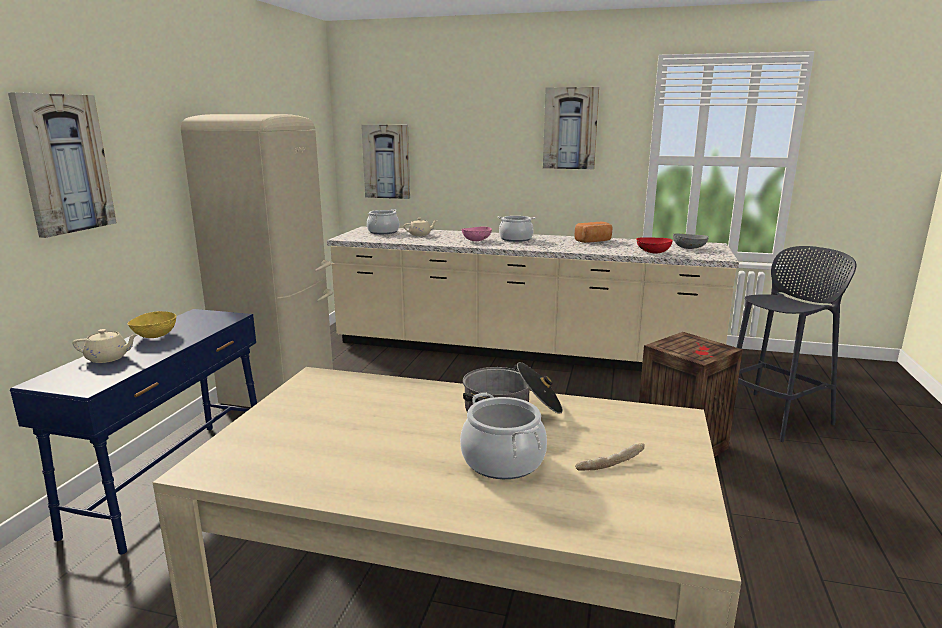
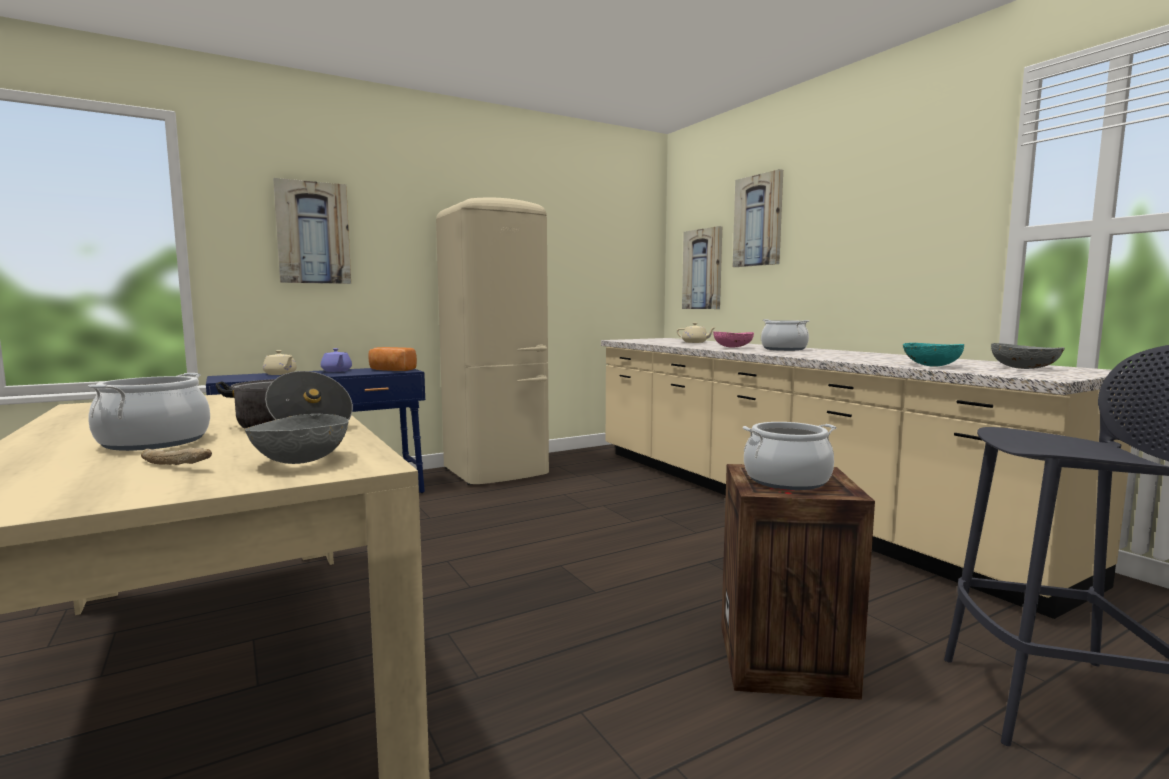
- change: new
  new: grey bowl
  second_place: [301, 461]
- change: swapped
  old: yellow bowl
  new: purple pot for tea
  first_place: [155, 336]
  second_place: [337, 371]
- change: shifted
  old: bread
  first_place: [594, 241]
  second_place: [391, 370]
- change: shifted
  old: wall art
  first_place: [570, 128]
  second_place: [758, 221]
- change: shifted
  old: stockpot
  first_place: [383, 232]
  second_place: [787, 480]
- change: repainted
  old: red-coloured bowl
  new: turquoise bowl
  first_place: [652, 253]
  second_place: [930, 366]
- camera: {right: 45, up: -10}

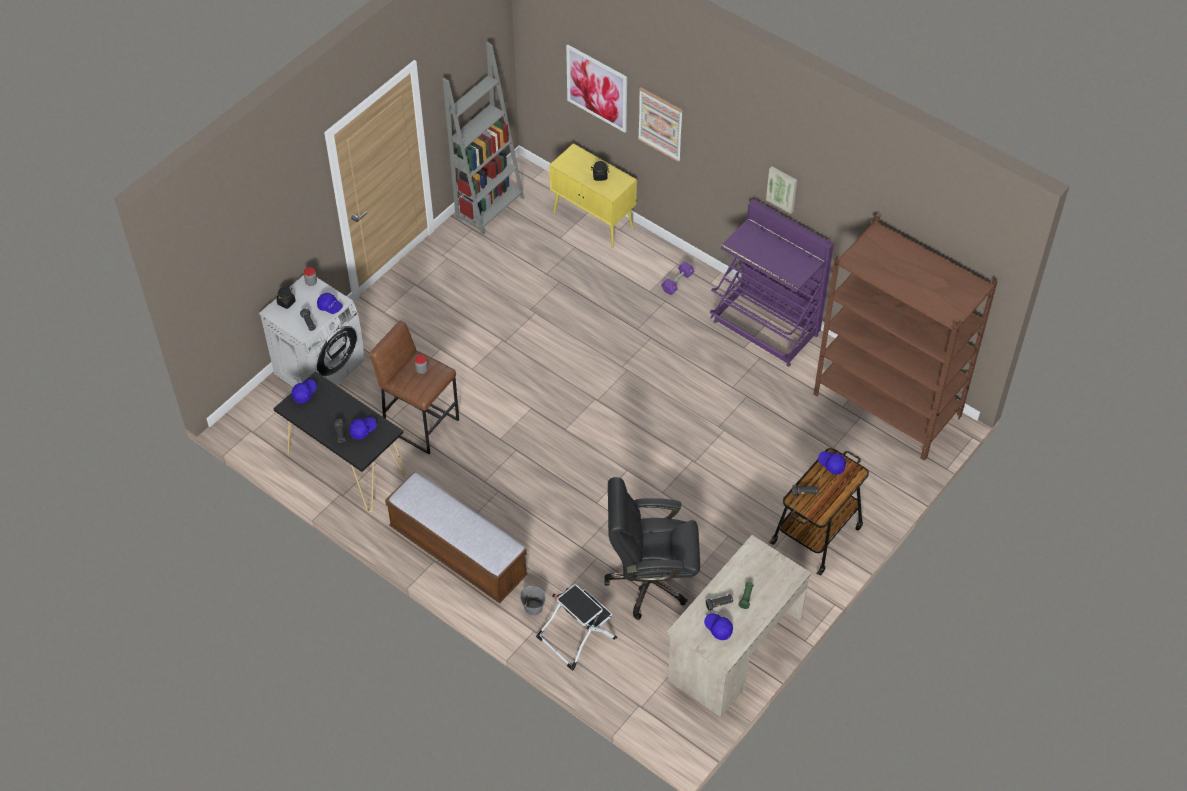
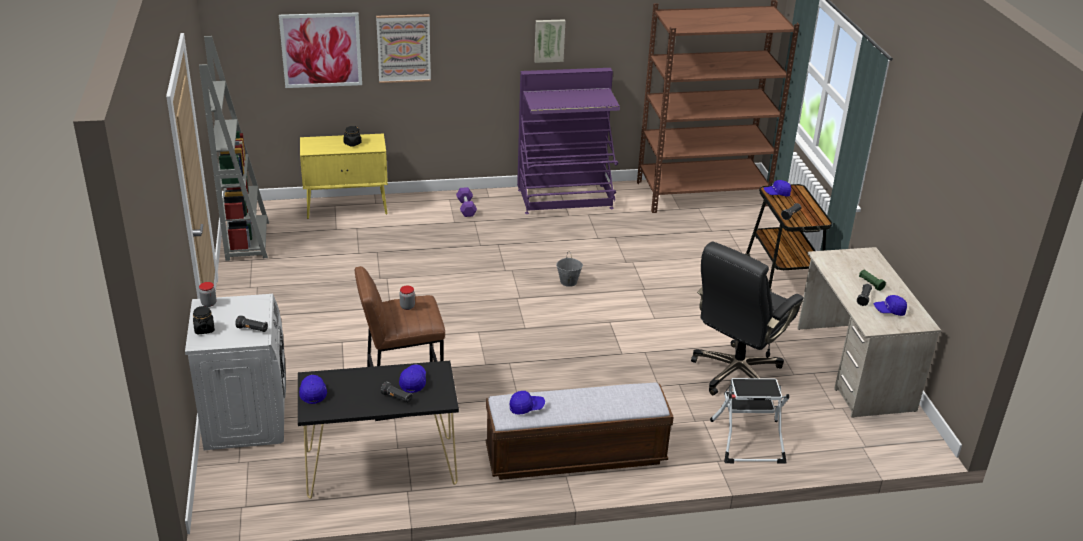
- change: shifted
  old: blue-coloured baseball cap
  first_place: [330, 307]
  second_place: [526, 407]
- change: shifted
  old: grey water bucket
  first_place: [533, 608]
  second_place: [568, 282]
- camera: {right: -50, up: -20}

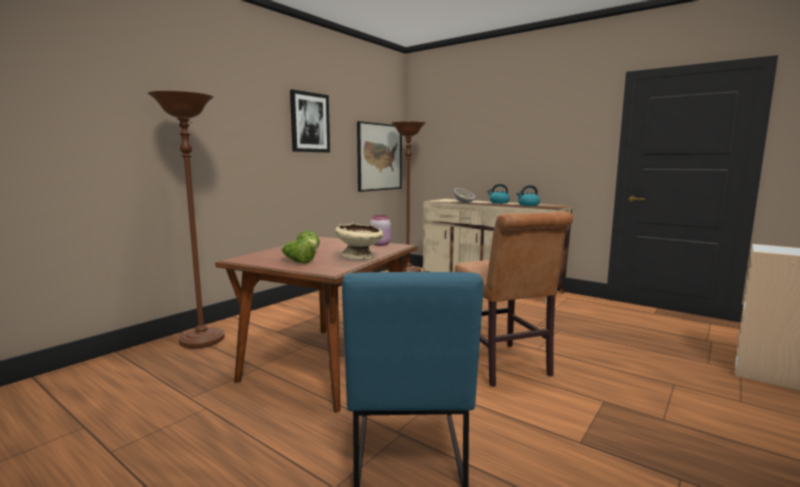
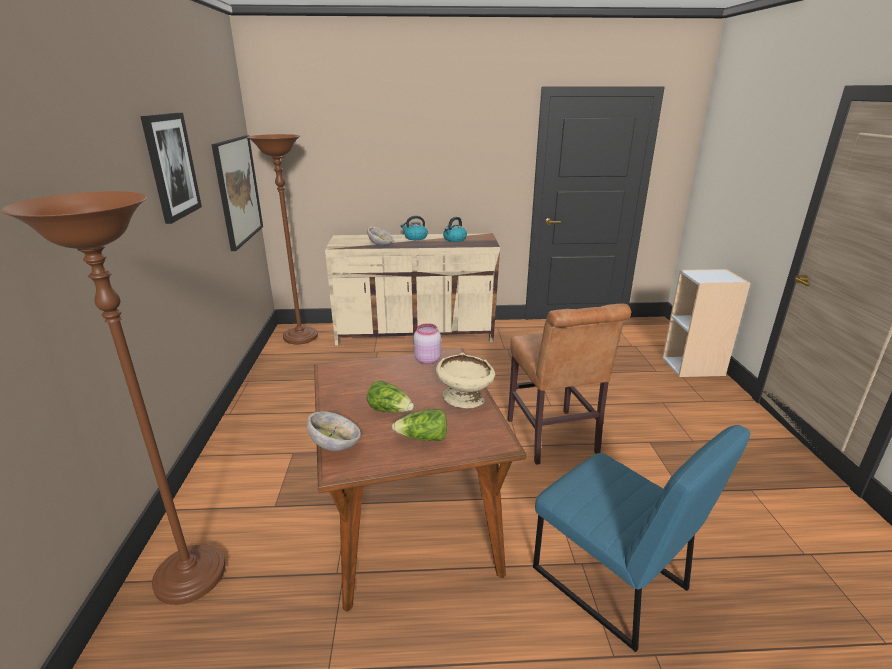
- change: new
  new: bowl
  second_place: [335, 445]
- change: rotated
  old: brownish upright chair
  first_place: [504, 367]
  second_place: [554, 439]
  degrees: 45
- camera: {right: -40, up: 15}

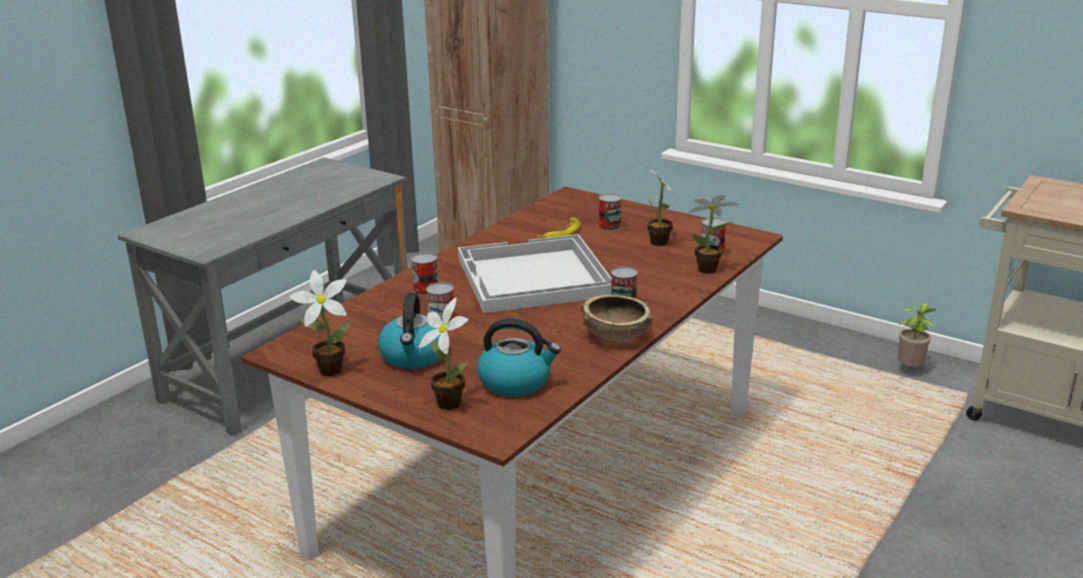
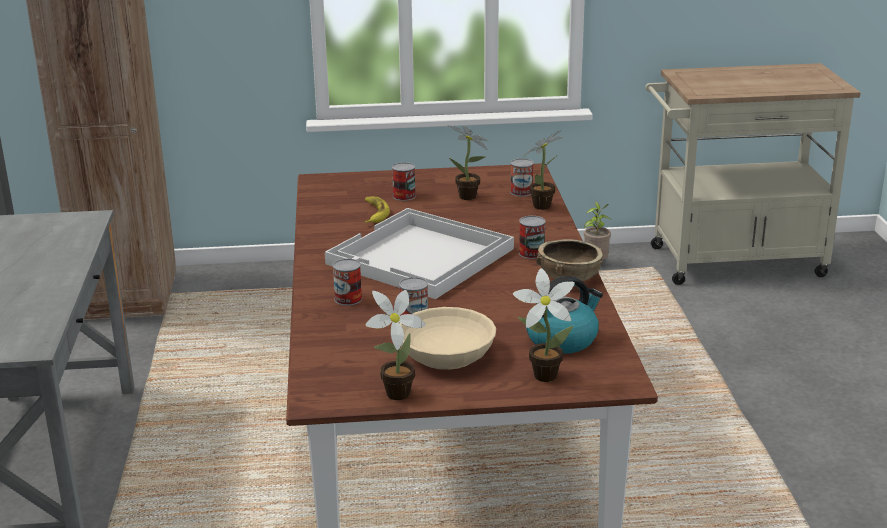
- change: swapped
  old: kettle
  new: beige bowl
  first_place: [414, 356]
  second_place: [447, 354]
- camera: {right: -40, up: 0}

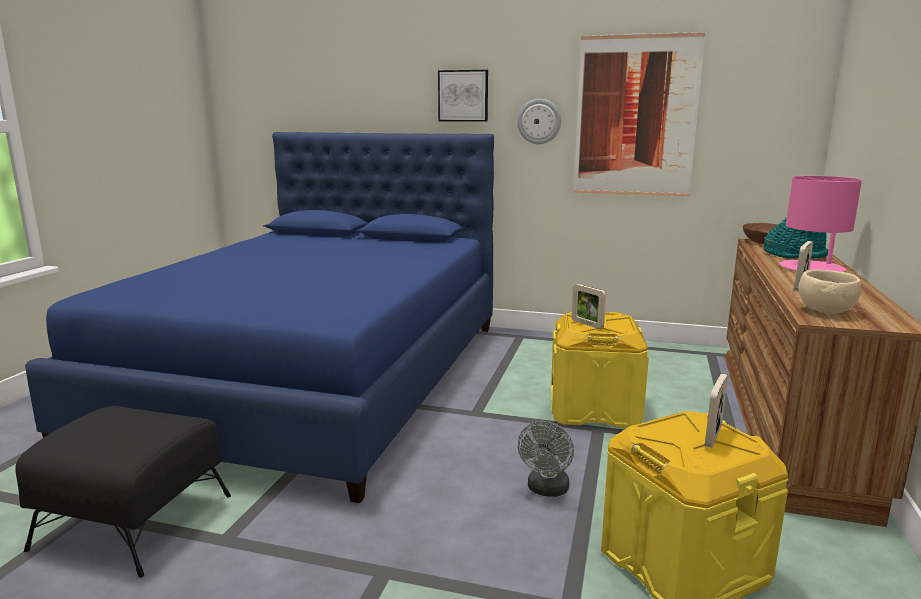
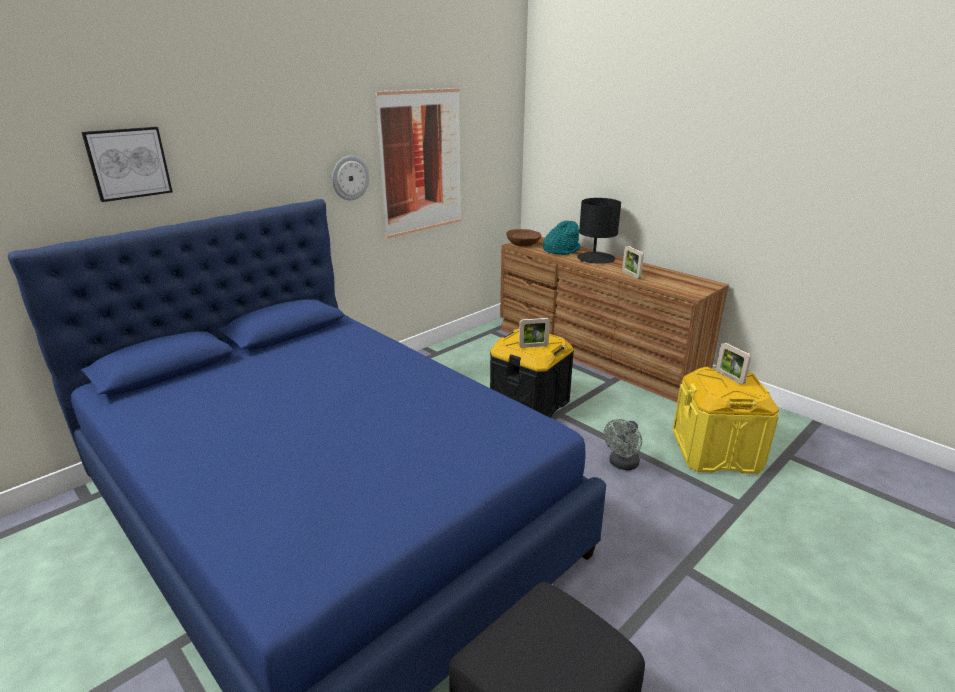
- change: shifted
  old: wall art
  first_place: [463, 96]
  second_place: [128, 163]
- change: repainted
  old: yellow storage container
  new: black-coloured storage container
  first_place: [594, 408]
  second_place: [529, 403]
- change: repainted
  old: pinkish table lamp
  new: black-coloured table lamp
  first_place: [812, 268]
  second_place: [595, 258]
- change: rotated
  old: grey fan
  first_place: [546, 490]
  second_place: [622, 464]
  degrees: 75
- change: gone
  old: beige bowl
  first_place: [824, 311]
- camera: {right: -60, up: 10}

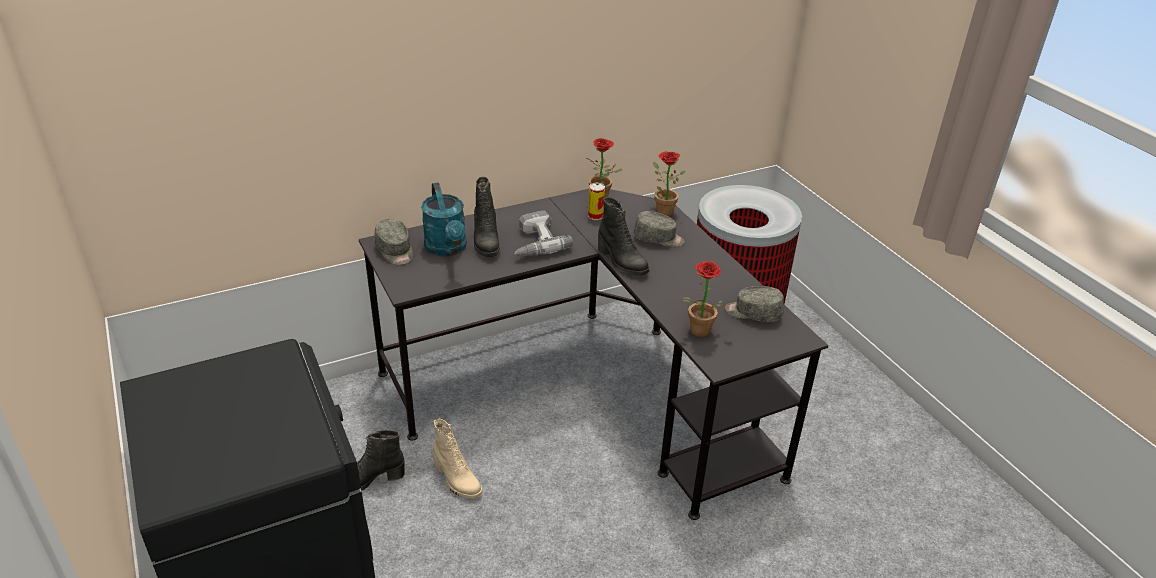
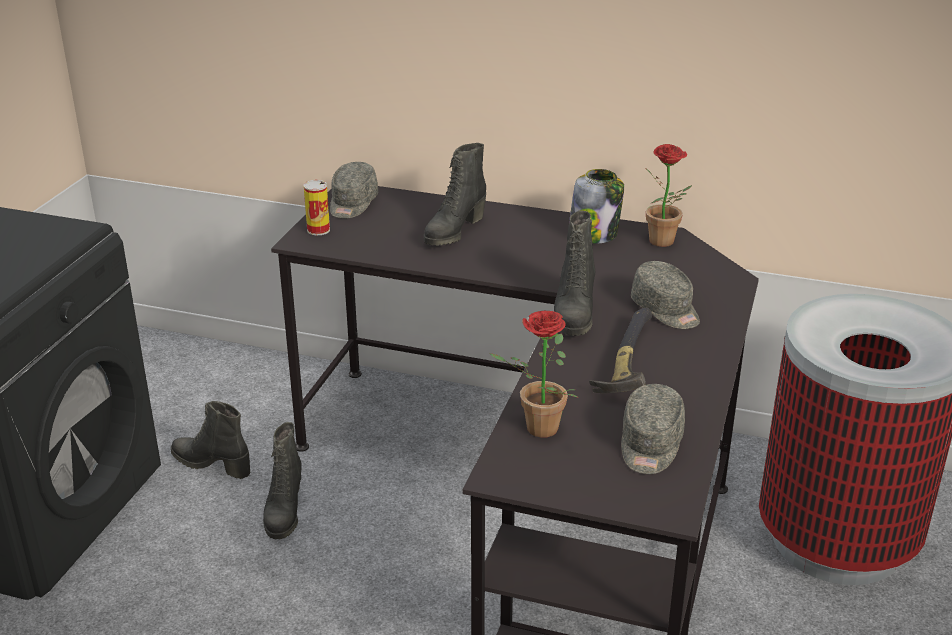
- change: repainted
  old: beige tall boot
  new: black-coloured tall boot
  first_place: [456, 480]
  second_place: [284, 512]
- change: shifted
  old: can
  first_place: [595, 216]
  second_place: [318, 230]
- change: new
  new: jar
  second_place: [594, 234]
- change: new
  new: tool hammer
  second_place: [624, 365]
- change: rotated
  old: grey baseball cap
  first_place: [753, 313]
  second_place: [650, 445]
  degrees: -135
- change: gone
  old: turquoise watering can
  first_place: [448, 249]
- change: gone
  old: electric drill
  first_place: [534, 242]
- change: gone
  old: houseplant
  first_place: [661, 212]
- camera: {right: 45, up: -5}

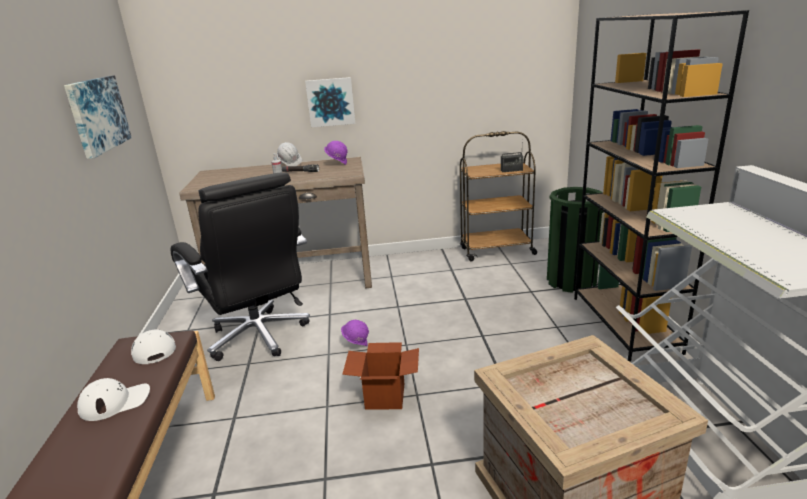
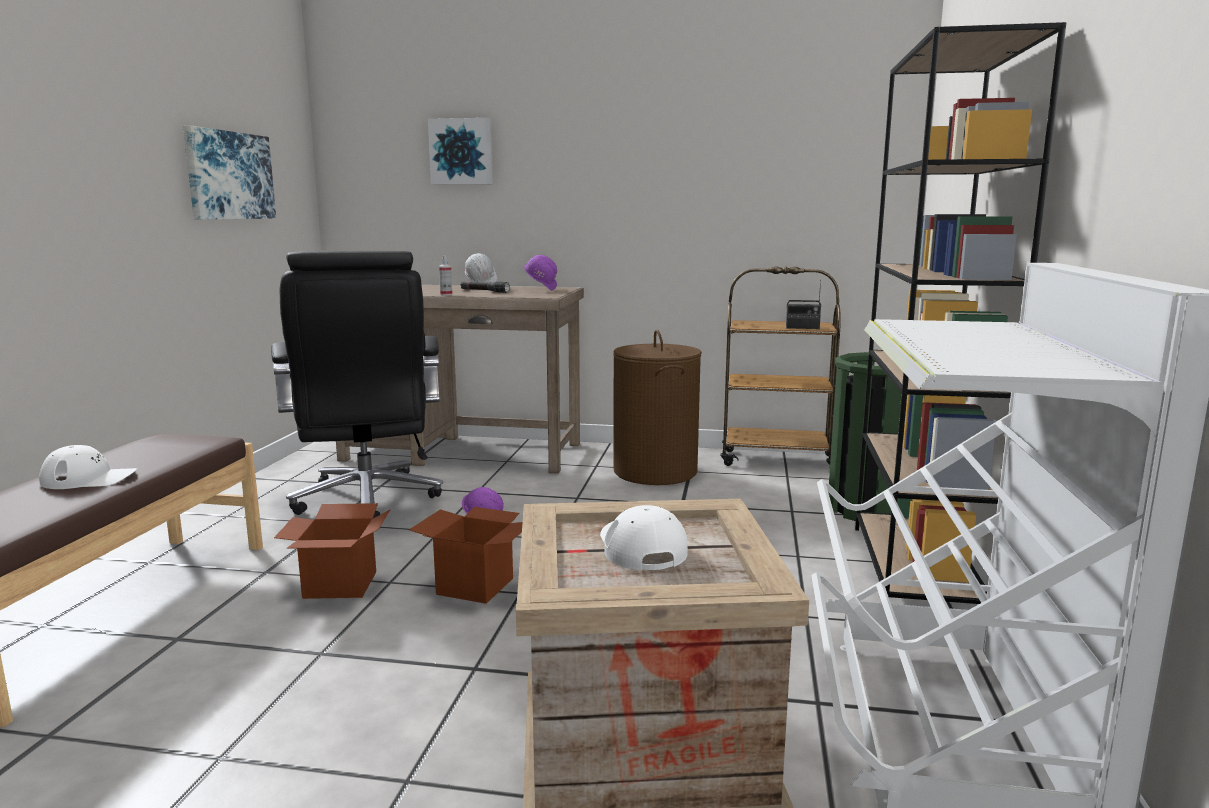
- change: new
  new: packing box
  second_place: [340, 585]
- change: shifted
  old: wall art
  first_place: [330, 102]
  second_place: [461, 152]
- change: shifted
  old: white-coloured baseball cap
  first_place: [153, 348]
  second_place: [641, 546]
- change: new
  new: brownish hamper
  second_place: [655, 472]
- camera: {right: 15, up: -10}

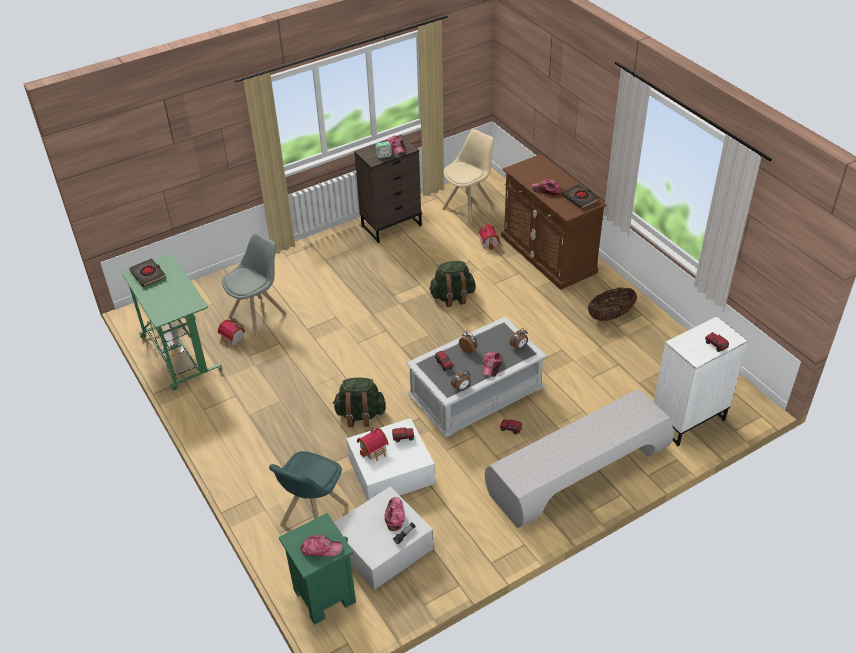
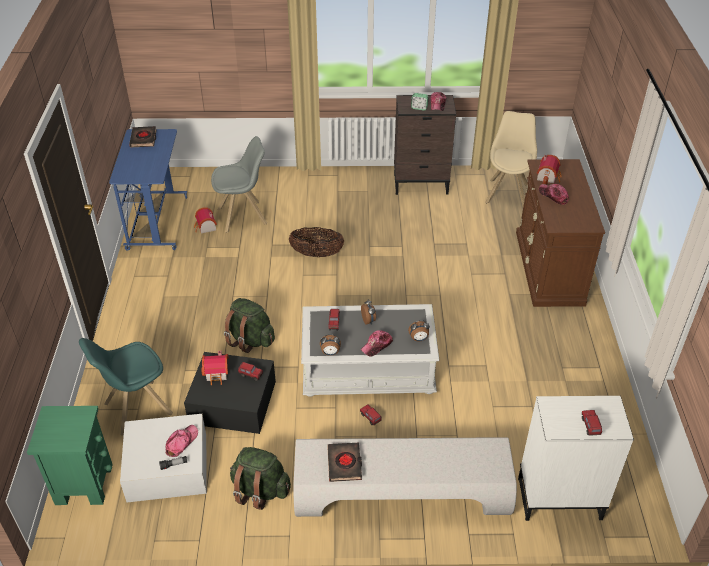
- change: repainted
  old: greenish desk table
  new: blue-coloured desk table
  first_place: [180, 354]
  second_place: [157, 222]
- change: repainted
  old: white-coloured storage container
  new: black-coloured storage container
  first_place: [391, 471]
  second_place: [232, 402]
- change: shifted
  old: greenish knapsack
  first_place: [452, 297]
  second_place: [260, 490]
- change: shifted
  old: basket
  first_place: [610, 316]
  second_place: [317, 254]
- change: shifted
  old: black-coloured bound book
  first_place: [580, 198]
  second_place: [344, 464]
- change: rotated
  old: beige upright chair
  first_place: [468, 206]
  second_place: [507, 193]
  degrees: -60
- change: shifted
  old: miniature house
  first_place: [490, 242]
  second_place: [548, 177]
- change: gone
  old: baseball cap
  first_place: [321, 549]
- camera: {right: 30, up: 0}

